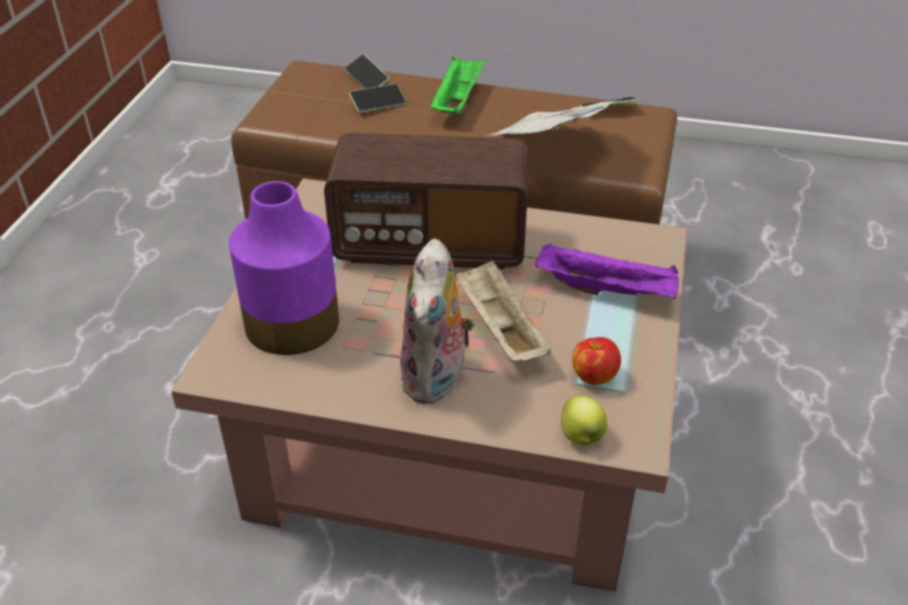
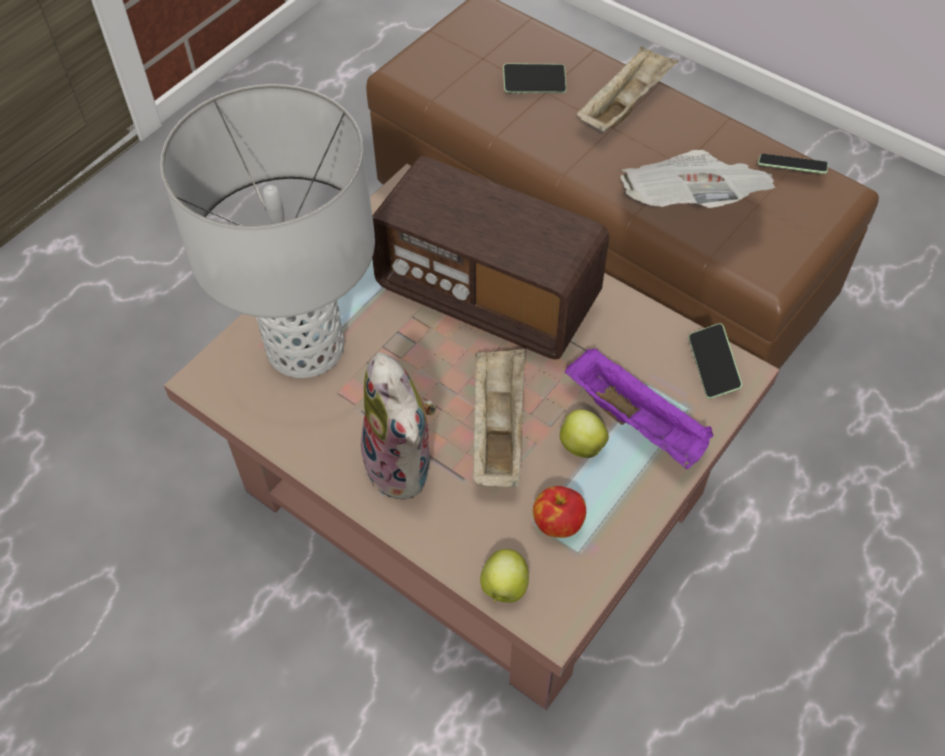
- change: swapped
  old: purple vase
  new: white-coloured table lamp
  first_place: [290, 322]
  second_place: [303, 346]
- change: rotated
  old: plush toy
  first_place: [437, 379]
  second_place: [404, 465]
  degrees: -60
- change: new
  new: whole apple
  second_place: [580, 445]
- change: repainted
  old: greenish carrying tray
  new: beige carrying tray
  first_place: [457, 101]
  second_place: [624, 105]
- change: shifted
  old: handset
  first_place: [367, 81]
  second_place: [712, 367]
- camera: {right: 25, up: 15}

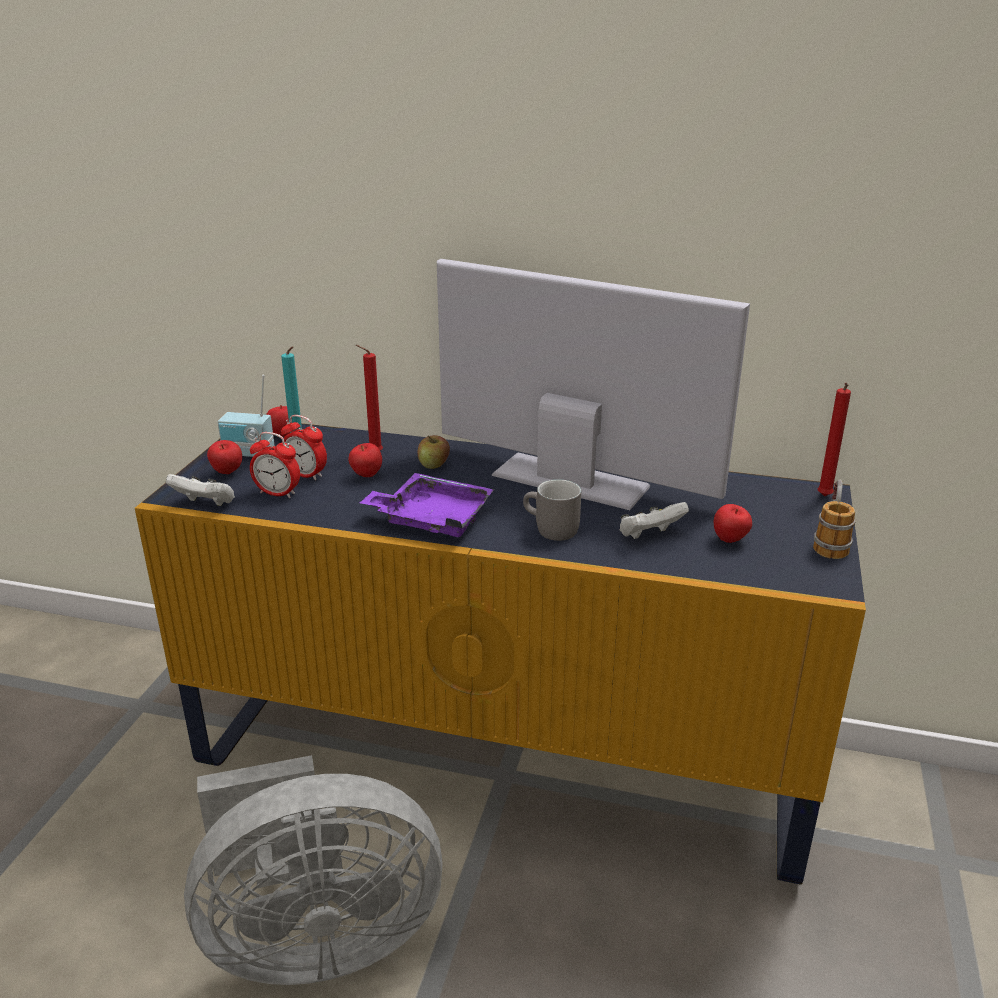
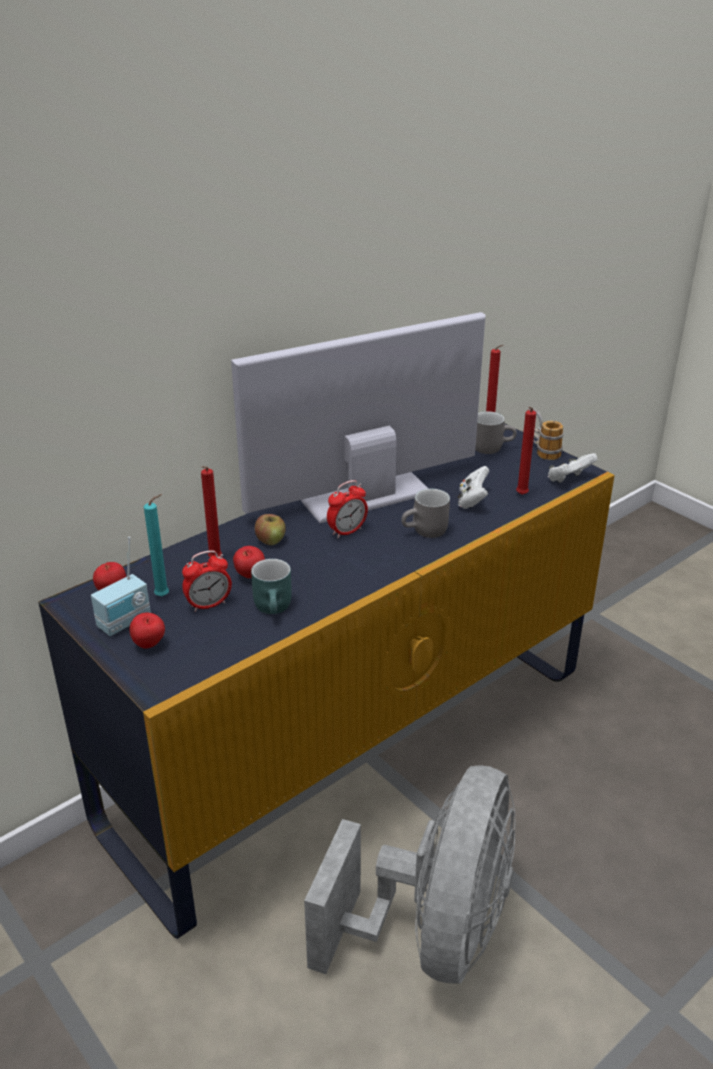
- change: new
  new: turquoise mug
  second_place: [276, 608]
- change: shifted
  old: table clock
  first_place: [278, 493]
  second_place: [347, 531]
- change: new
  new: grey mug
  second_place: [491, 447]
- change: new
  new: red-coloured wax candle
  second_place: [521, 496]
- change: shifted
  old: white-coloured game controller
  first_place: [205, 504]
  second_place: [569, 480]
- change: gone
  old: purple carrying tray
  first_place: [432, 518]
- change: gone
  old: whole apple
  first_place: [730, 541]
- camera: {right: -55, up: 5}

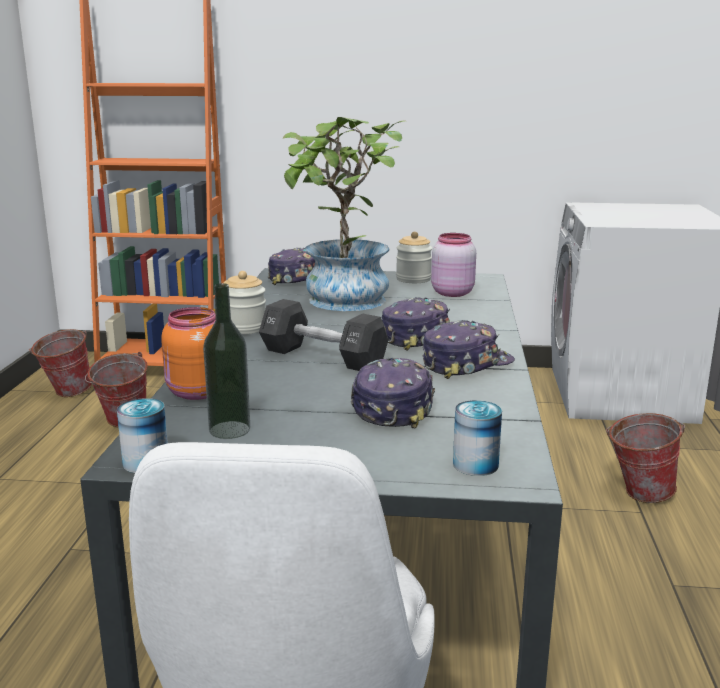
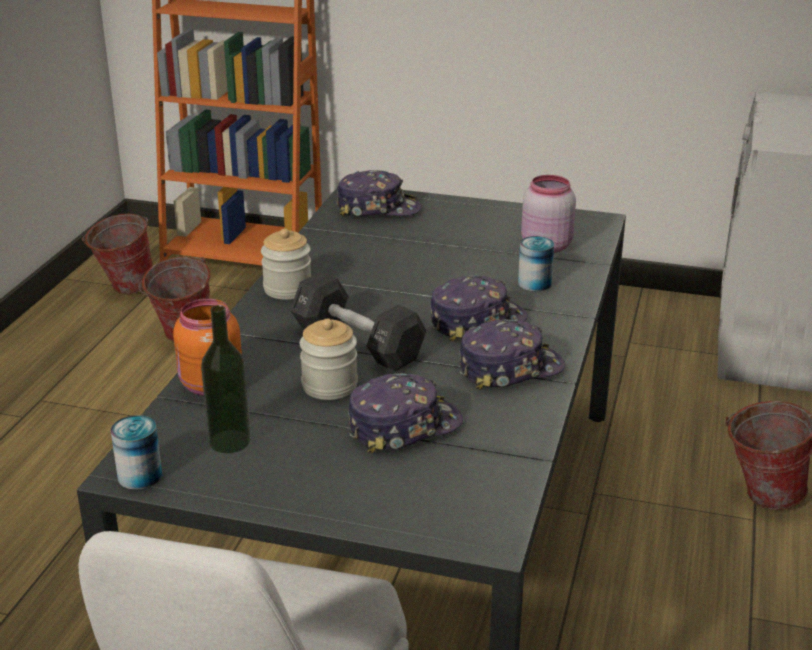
- change: shifted
  old: jar
  first_place: [413, 279]
  second_place: [329, 386]
- change: rotated
  old: baseball cap
  first_place: [392, 407]
  second_place: [403, 426]
  degrees: 45
- change: shifted
  old: can
  first_place: [475, 464]
  second_place: [534, 283]
- change: gone
  old: houseplant
  first_place: [342, 303]
- camera: {right: 10, up: 10}

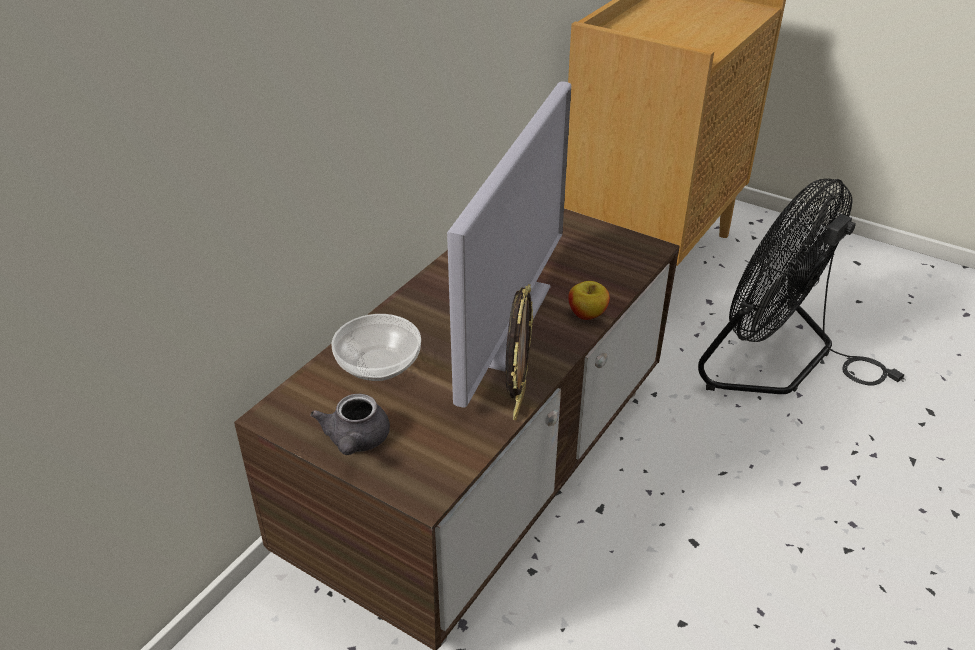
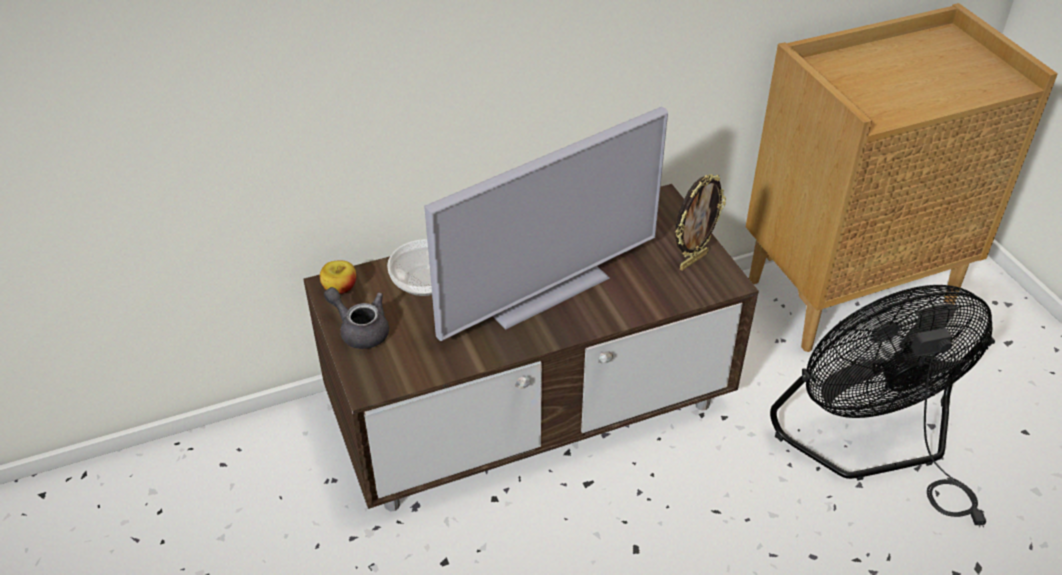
- change: shifted
  old: whole apple
  first_place: [587, 314]
  second_place: [340, 288]
- change: rotated
  old: grey pot for tea
  first_place: [356, 441]
  second_place: [360, 330]
  degrees: 90
- change: shifted
  old: picture frame
  first_place: [517, 402]
  second_place: [692, 260]
- camera: {right: 35, up: 5}

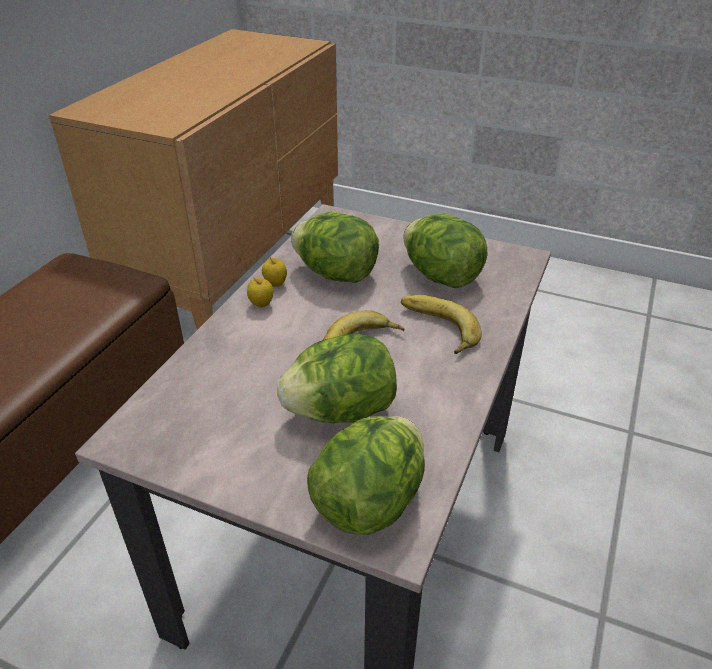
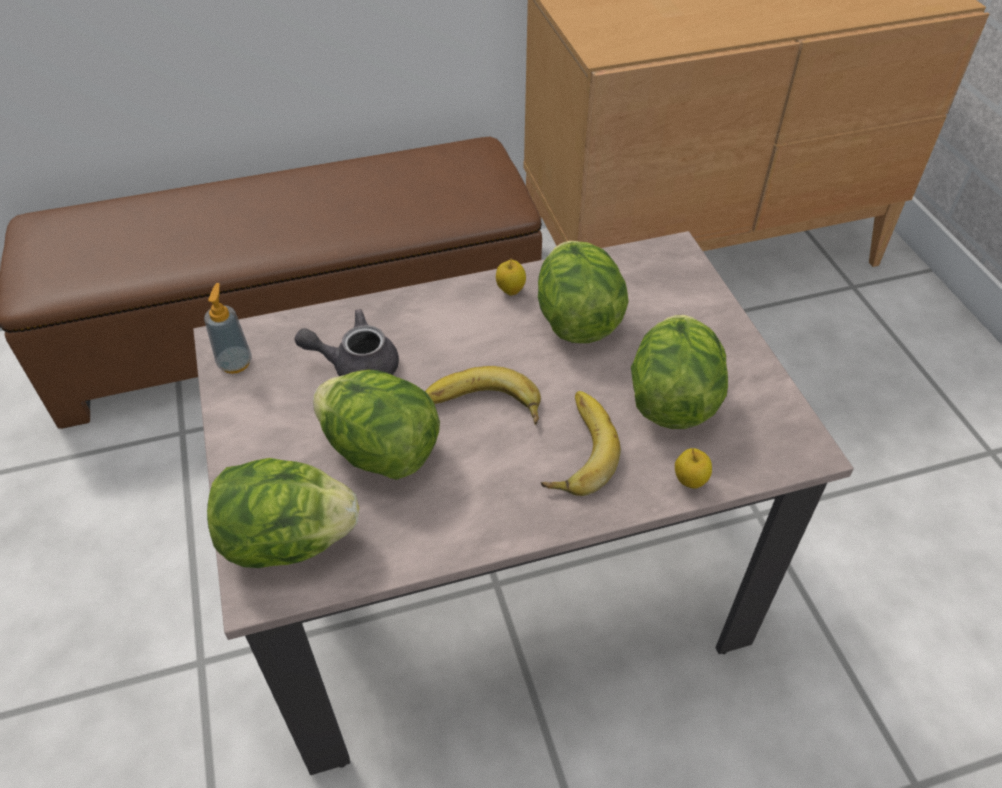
- change: new
  new: liquid soap bottle
  second_place: [235, 363]
- change: new
  new: grey pot for tea
  second_place: [356, 365]
- change: shifted
  old: whole apple
  first_place: [261, 305]
  second_place: [689, 482]
- camera: {right: 50, up: 10}

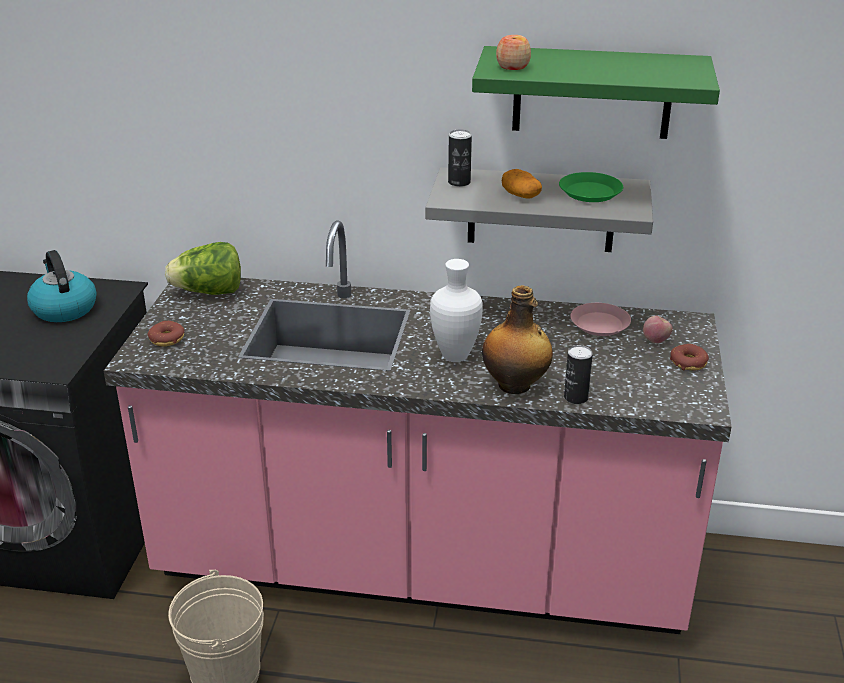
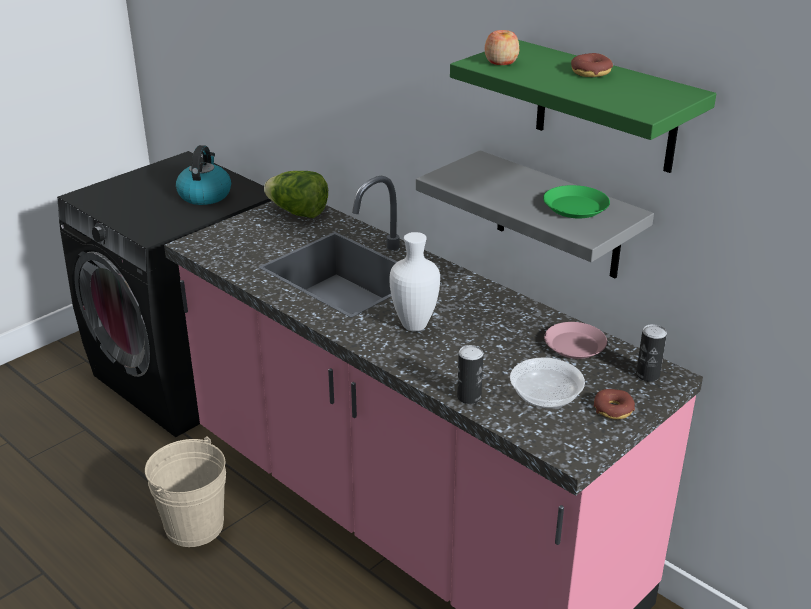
- change: new
  new: bowl
  second_place: [545, 398]
- change: shifted
  old: doughnut
  first_place: [167, 339]
  second_place: [591, 72]
- change: shifted
  old: can
  first_place: [459, 182]
  second_place: [647, 375]
- change: gone
  old: beverage bottle
  first_place: [515, 385]
- change: gone
  old: spud
  first_place: [520, 195]
- change: gone
  old: whole apple
  first_place: [656, 340]
- camera: {right: 35, up: 0}

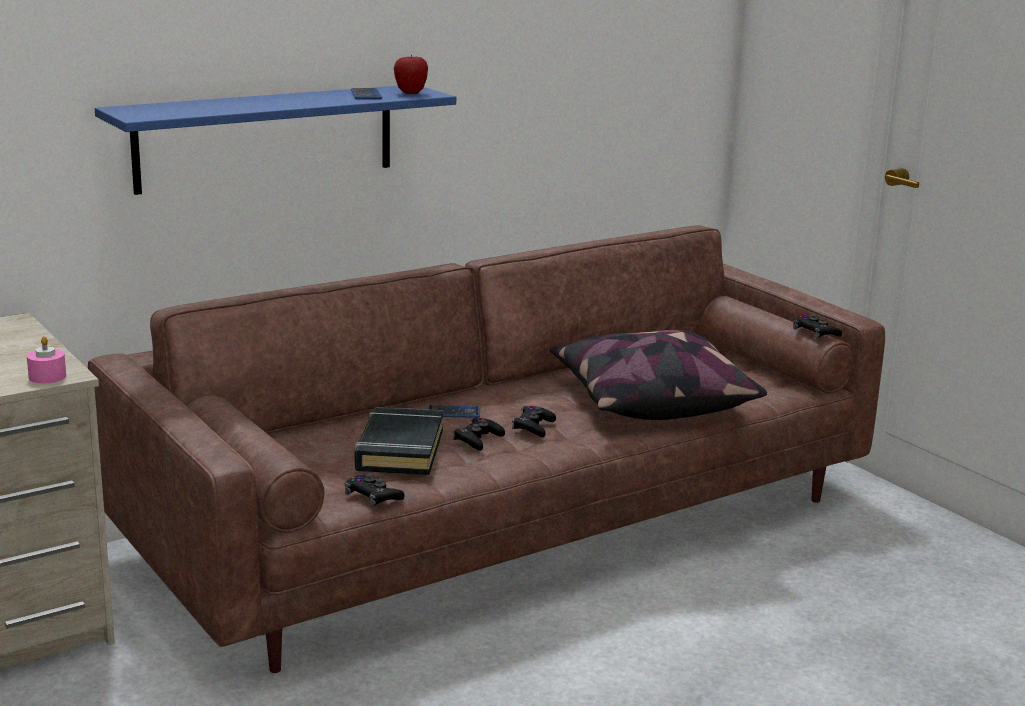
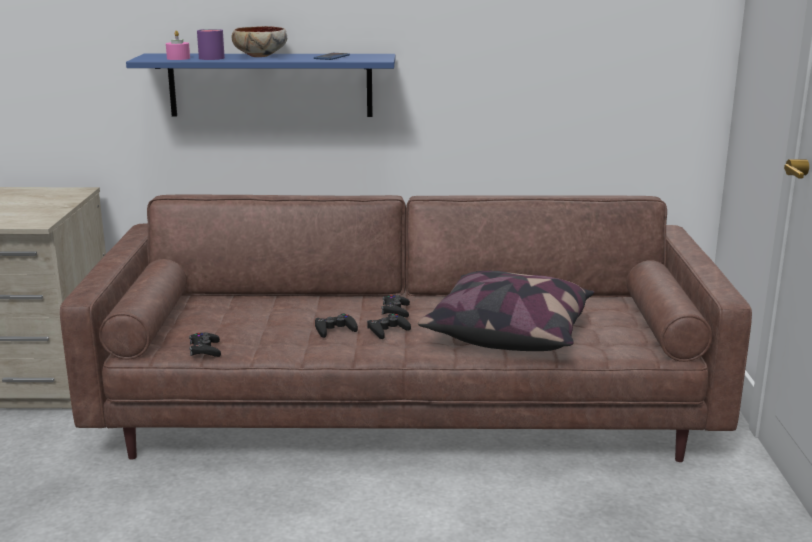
- change: shifted
  old: pinkish wax candle
  first_place: [47, 377]
  second_place: [178, 58]
- change: new
  new: purple mug
  second_place: [209, 57]
- change: new
  new: bowl
  second_place: [260, 56]
- change: shifted
  old: black-coloured game controller
  first_place: [815, 333]
  second_place: [395, 311]
- change: gone
  old: black-coloured bound book
  first_place: [399, 450]
- change: gone
  old: whole apple
  first_place: [410, 93]
- change: gone
  old: handset
  first_place: [453, 412]
- camera: {right: 35, up: 0}

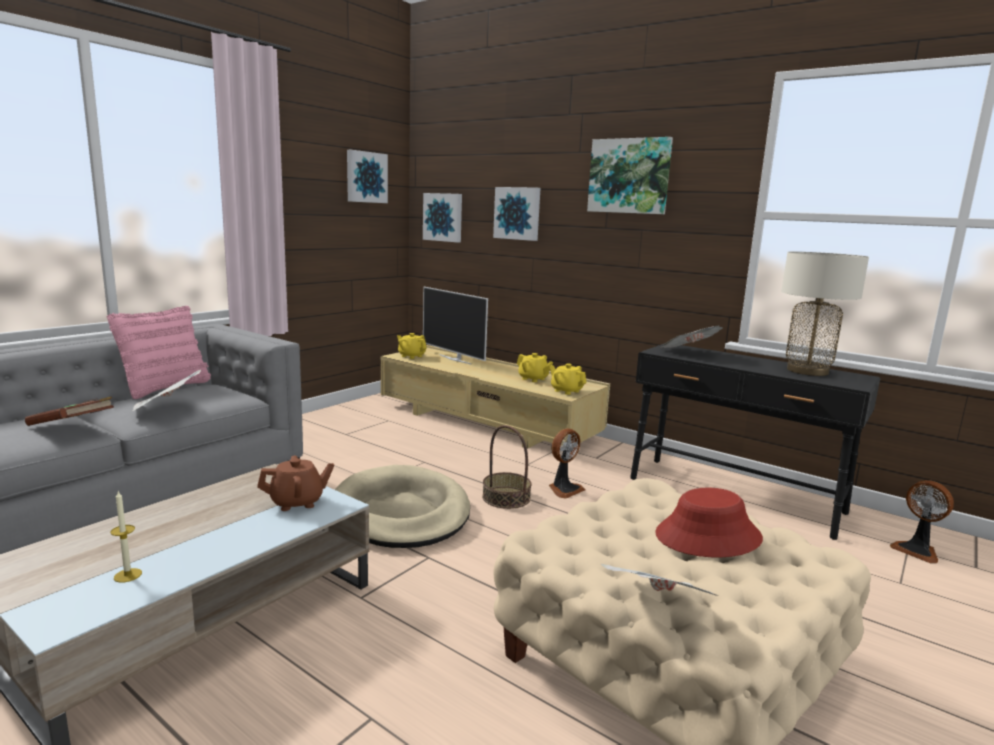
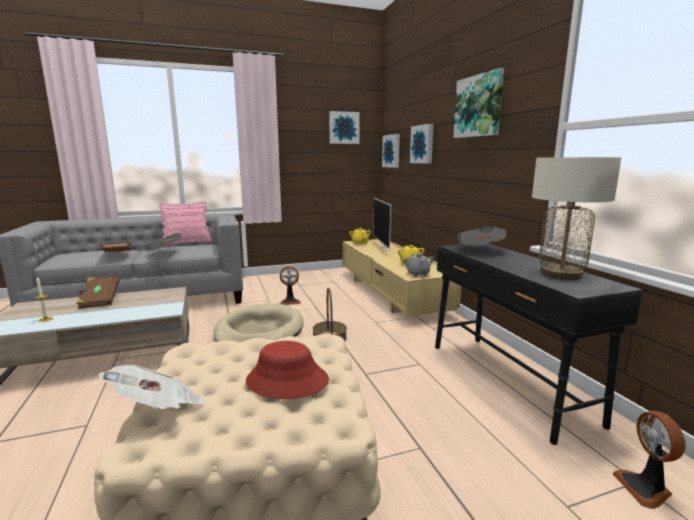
- change: new
  new: brownish bound book
  second_place: [99, 300]
- change: shifted
  old: fan
  first_place: [564, 489]
  second_place: [290, 301]
- change: repainted
  old: yellow pot for tea
  new: grey pot for tea
  first_place: [566, 391]
  second_place: [418, 274]
- change: gone
  old: brownish pot for tea
  first_place: [297, 502]
- camera: {right: 35, up: 0}

